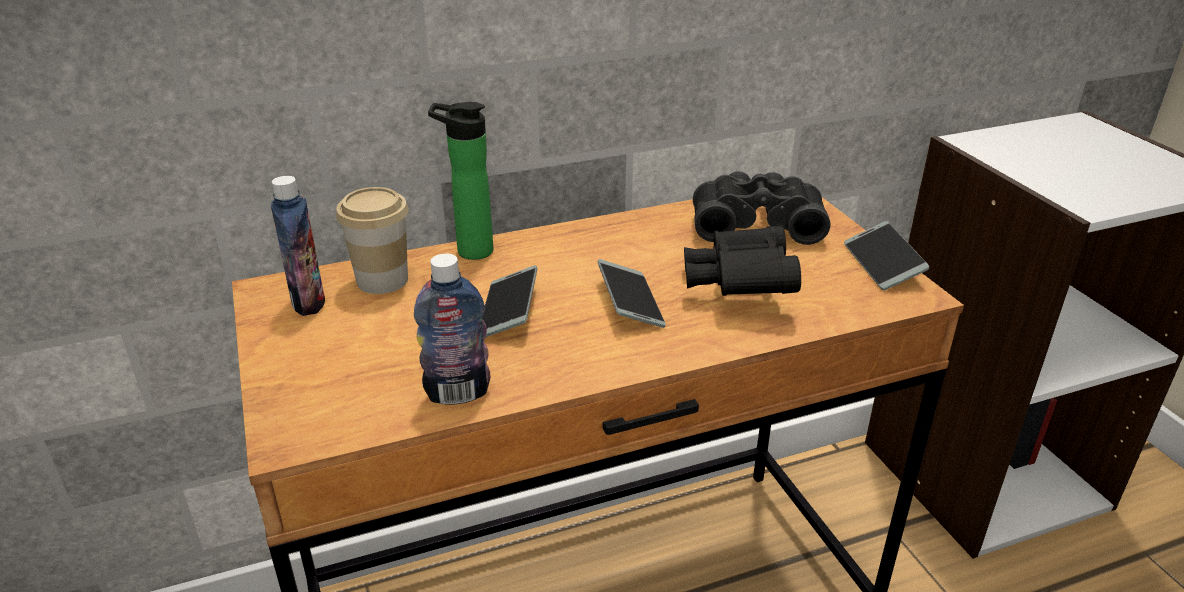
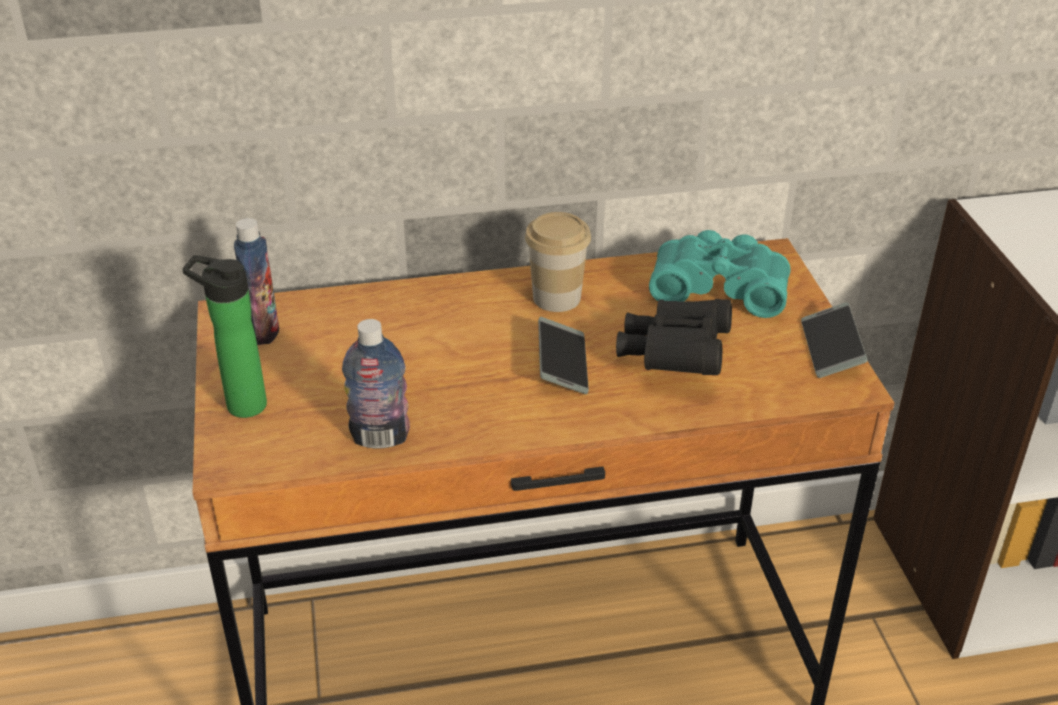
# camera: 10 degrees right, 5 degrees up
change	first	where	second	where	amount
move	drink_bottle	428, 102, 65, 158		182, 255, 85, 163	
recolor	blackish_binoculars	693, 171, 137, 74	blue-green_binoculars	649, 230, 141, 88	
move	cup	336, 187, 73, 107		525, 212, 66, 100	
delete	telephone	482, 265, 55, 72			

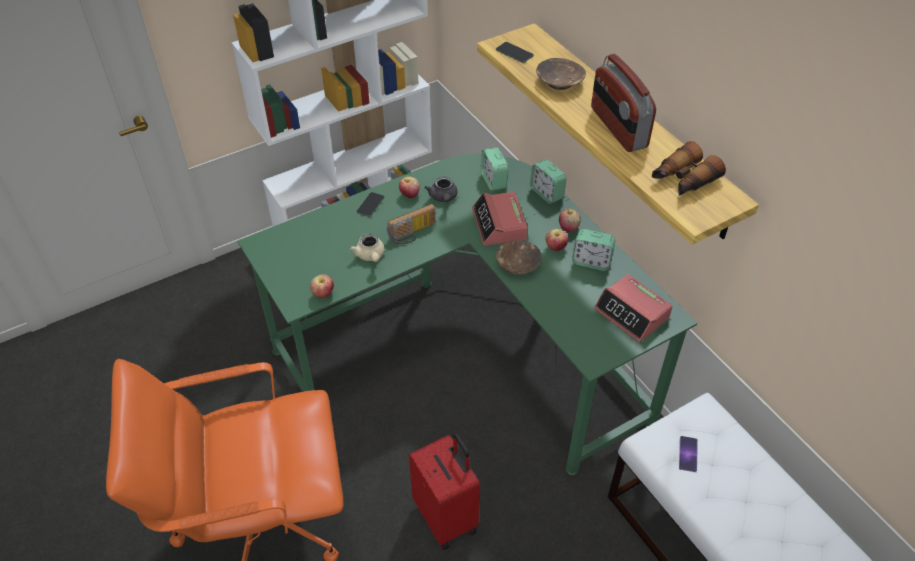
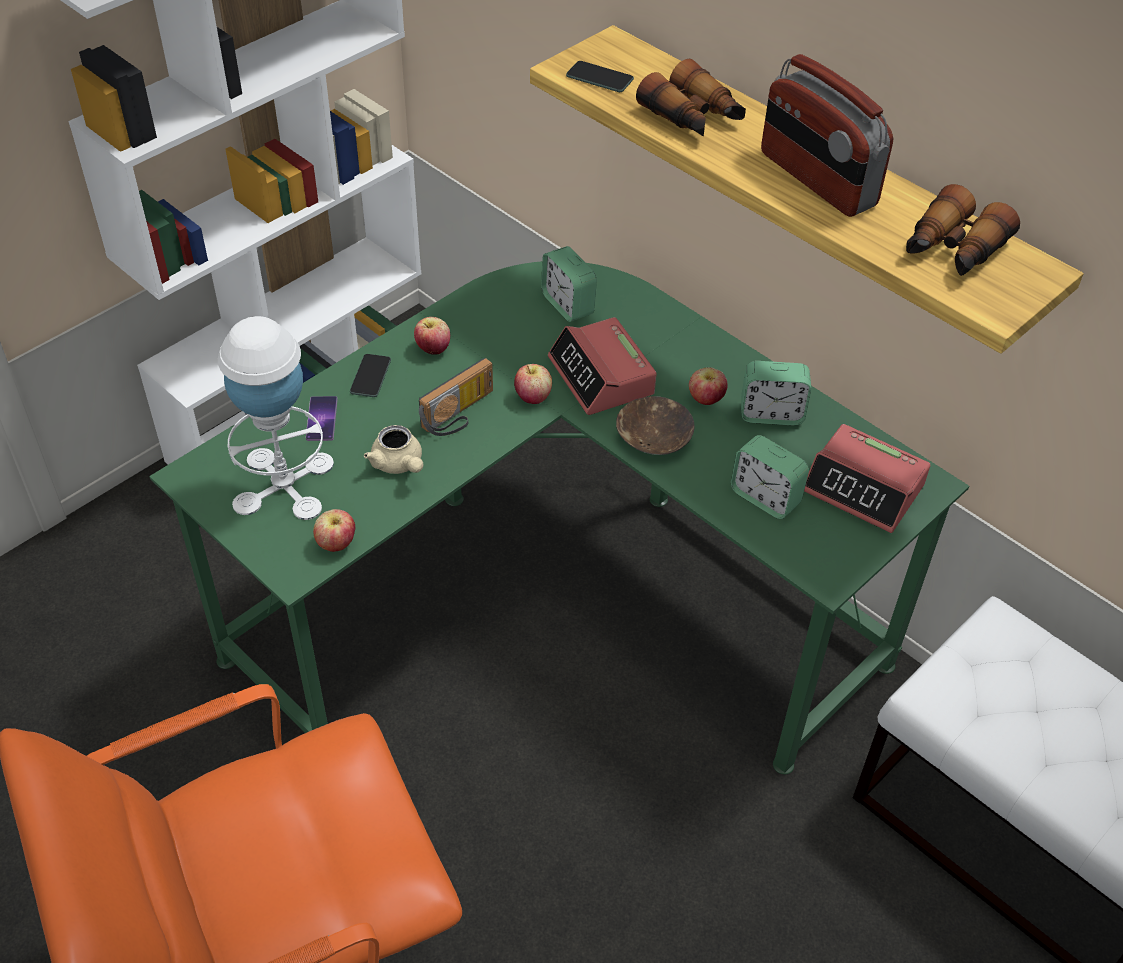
# camera: 15 degrees left, 0 degrees up
change	first	where	second	where	amount
replace	brownish_serving_bowl	536, 58, 50, 32	binoculars	636, 59, 110, 78	
move	table_clock	530, 159, 37, 45		731, 435, 78, 84	
delete	grey_tea_pot	425, 177, 33, 25			
move	apple	559, 209, 22, 23		514, 364, 38, 40	
delete	red_travel_case	409, 433, 71, 117			
move	telephone	679, 436, 19, 36		306, 396, 31, 45	
insert			white-coloured_table_lamp	218, 316, 116, 204	

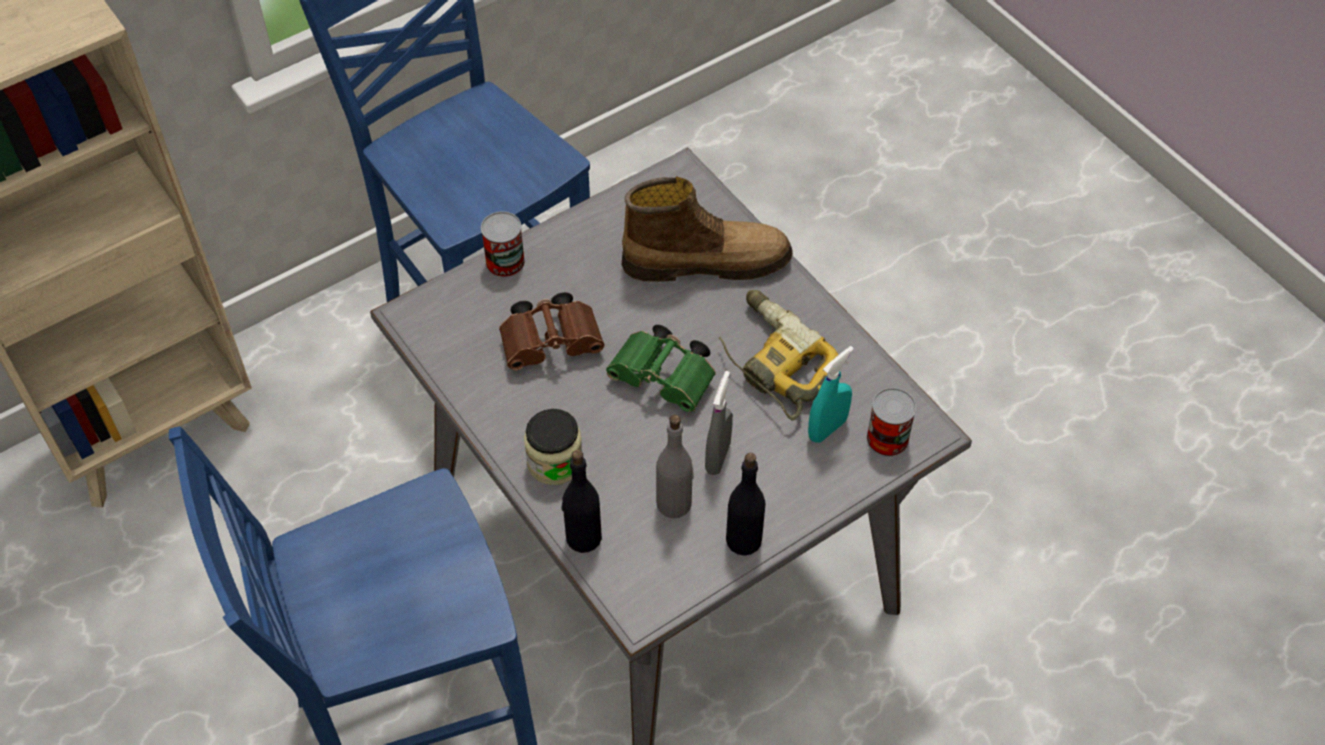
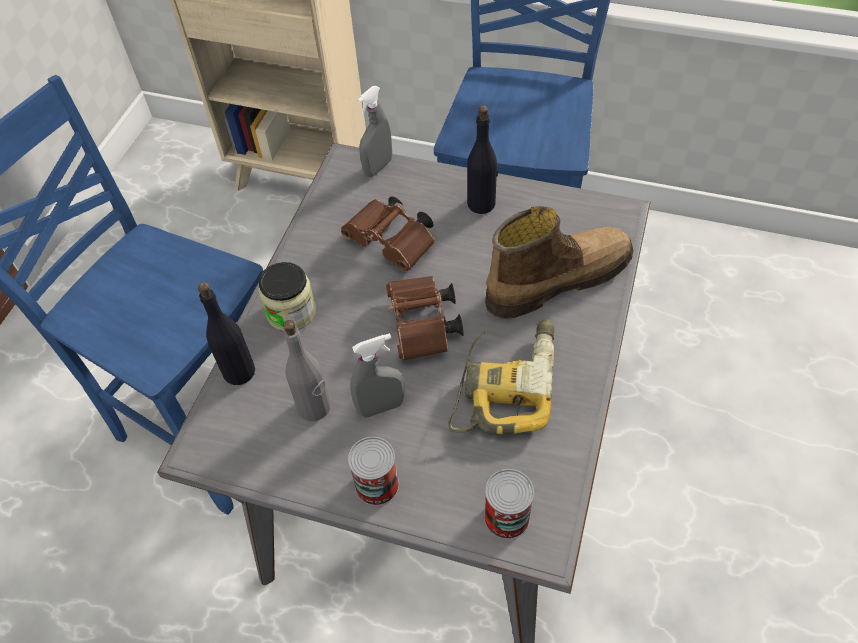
# camera: 55 degrees right, 0 degrees up
change	first	where	second	where	amount
rotate	high-top_boot	622, 176, 171, 106		485, 206, 148, 113	75 degrees counterclockwise
move	metal_can	481, 211, 44, 67		348, 437, 51, 69	
recolor	green_binoculars	606, 325, 110, 87	brownish_binoculars	386, 276, 78, 85	
delete	blue-green_sprayer	808, 346, 46, 97			
move	blackish_drink_bottle	726, 453, 39, 103		467, 105, 31, 109	
insert			grey_sprayer	357, 86, 35, 91	

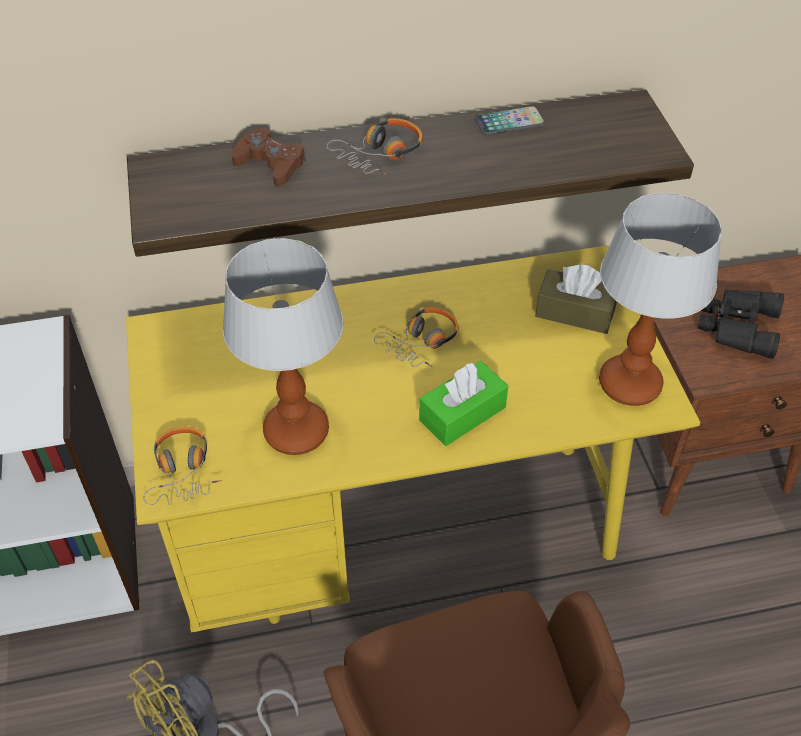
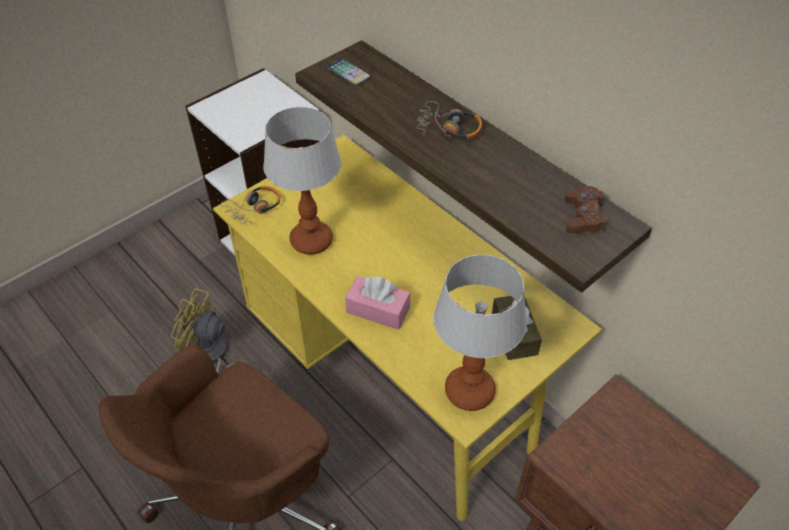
# camera: 60 degrees right, 0 degrees up
change	first	where	second	where	amount
move	telephone	475, 106, 70, 29		327, 58, 44, 28	
move	brownish_game_controller	231, 128, 75, 59		565, 186, 42, 48	
delete	blackish_binoculars	698, 289, 86, 70			
delete	headphones	374, 307, 85, 60			
recolor	green_tissue_holder	419, 361, 89, 85	pinkish_tissue_holder	345, 276, 65, 54	

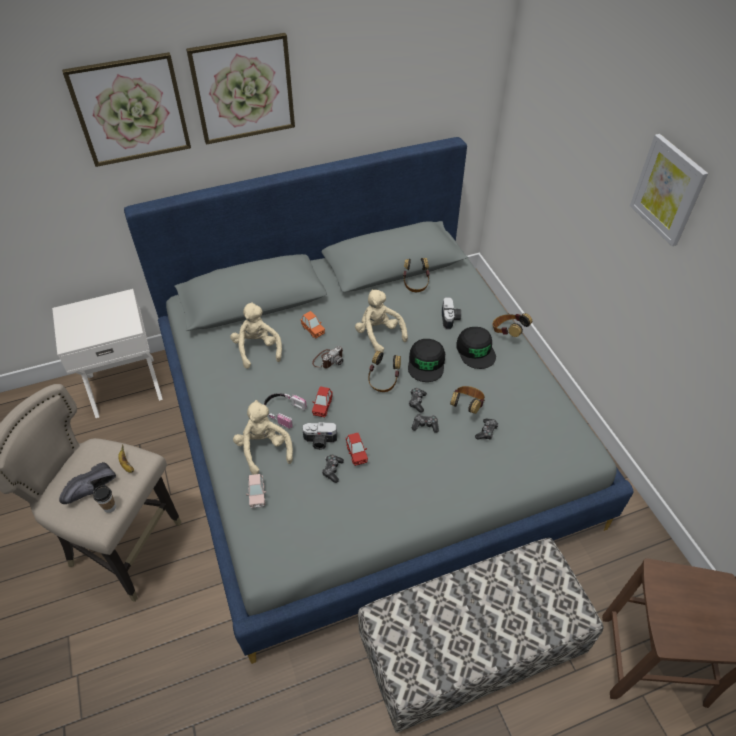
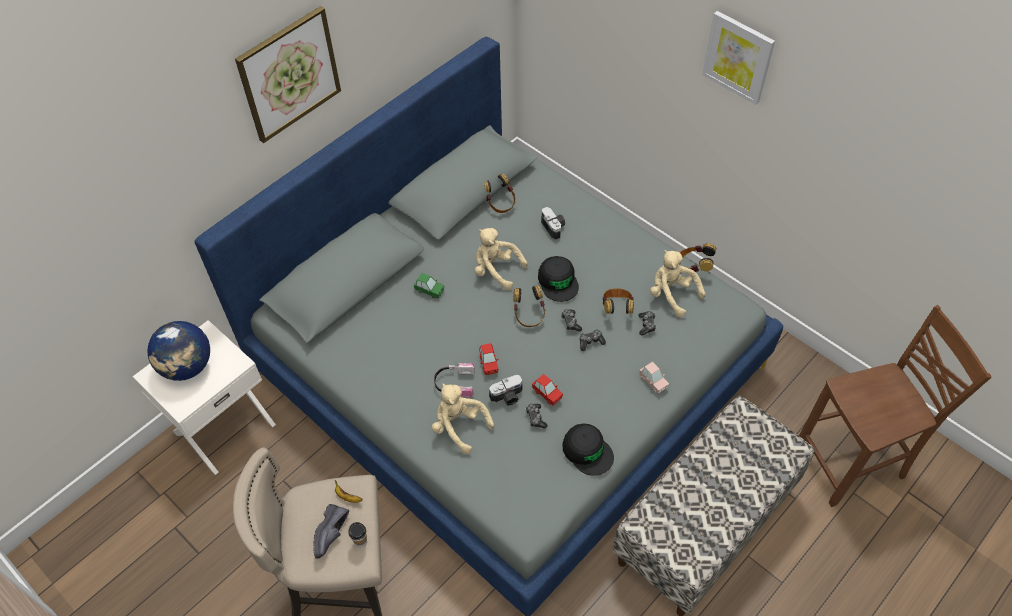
# camera: 25 degrees left, 5 degrees up
change	first	where	second	where	amount
delete	picture	62, 52, 129, 115			
move	beige-coloured_soft_toy	230, 302, 52, 67		650, 250, 56, 67	
recolor	orangey_miniature_car	301, 311, 24, 27	green_miniature_car	414, 273, 30, 26	
move	headphones	493, 313, 39, 24		679, 243, 37, 29	
move	blackish_cap	456, 327, 40, 42		562, 424, 52, 52	
delete	photo_camera	312, 346, 31, 23			
move	pinkish_miniature_car	246, 474, 20, 34		639, 362, 30, 32	
insert			desk_globe	147, 321, 63, 60	

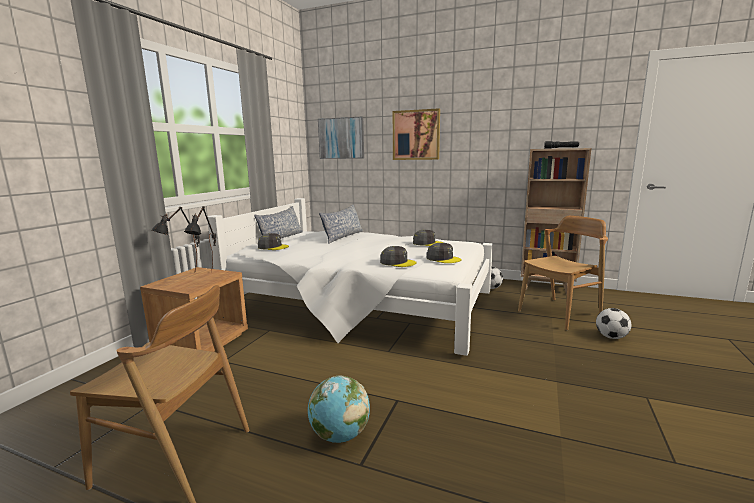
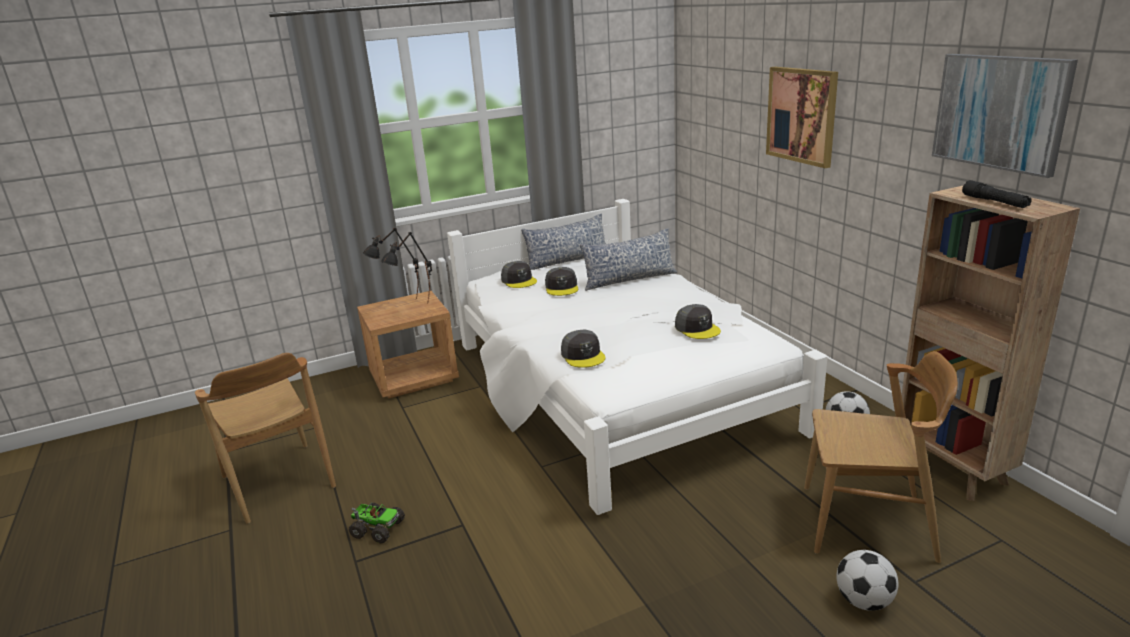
# camera: 45 degrees right, 10 degrees up
change	first	where	second	where	amount
move	picture	318, 117, 46, 42		932, 54, 146, 124	
move	grey_cap	426, 243, 36, 20		545, 267, 33, 29	
replace	desk_globe	308, 376, 62, 67	toy_truck	349, 502, 56, 42	

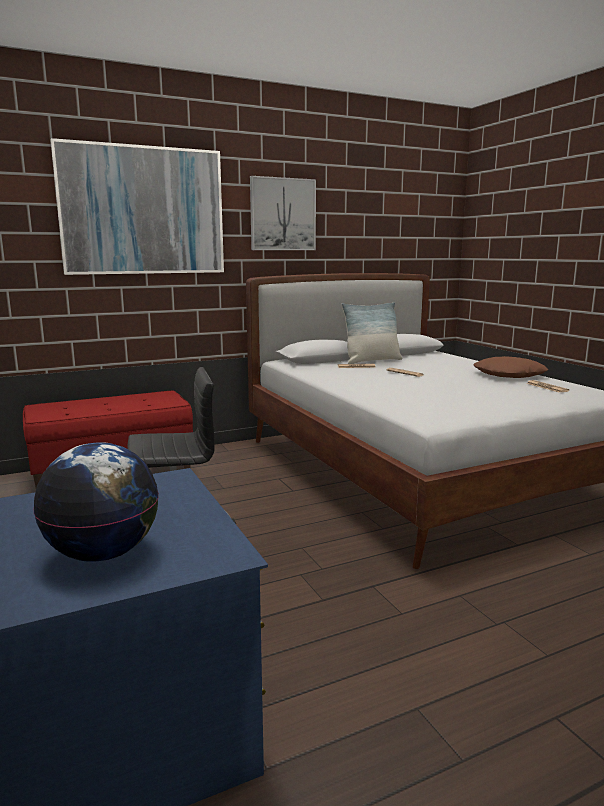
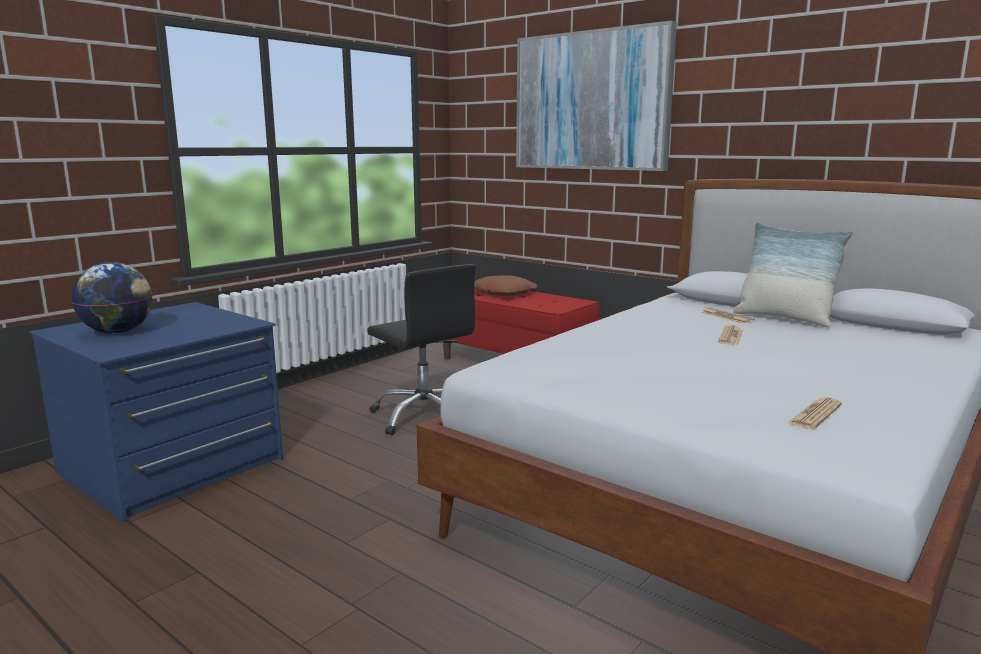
# camera: 65 degrees right, 0 degrees up
change	first	where	second	where	amount
delete	picture	250, 176, 66, 74			
move	brownish_throw_pillow	473, 356, 75, 22		474, 275, 64, 21	

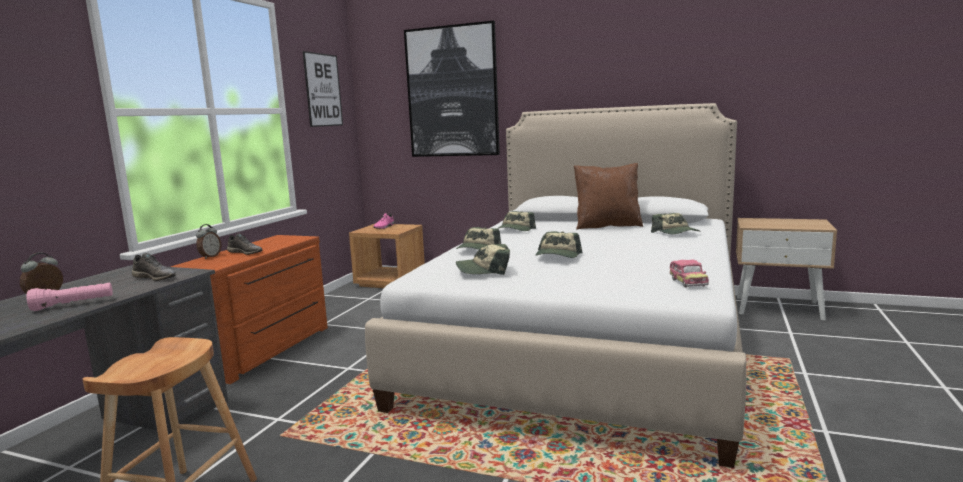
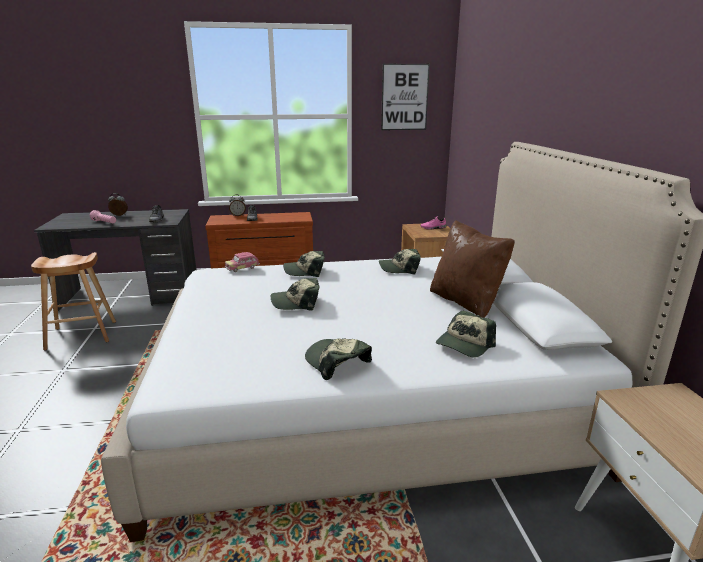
# camera: 60 degrees right, 10 degrees up
change	first	where	second	where	amount
delete	picture	404, 21, 96, 136			
move	cap	456, 244, 54, 31		305, 338, 67, 42	
move	miniature_car	669, 259, 40, 29		225, 252, 35, 20	

